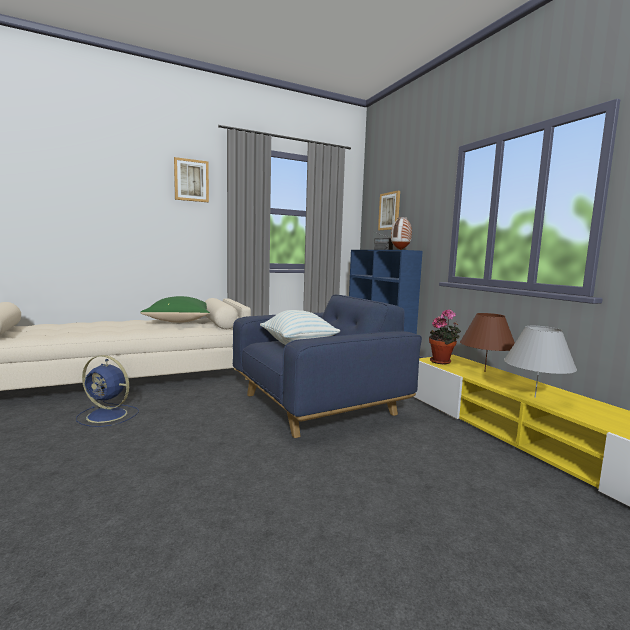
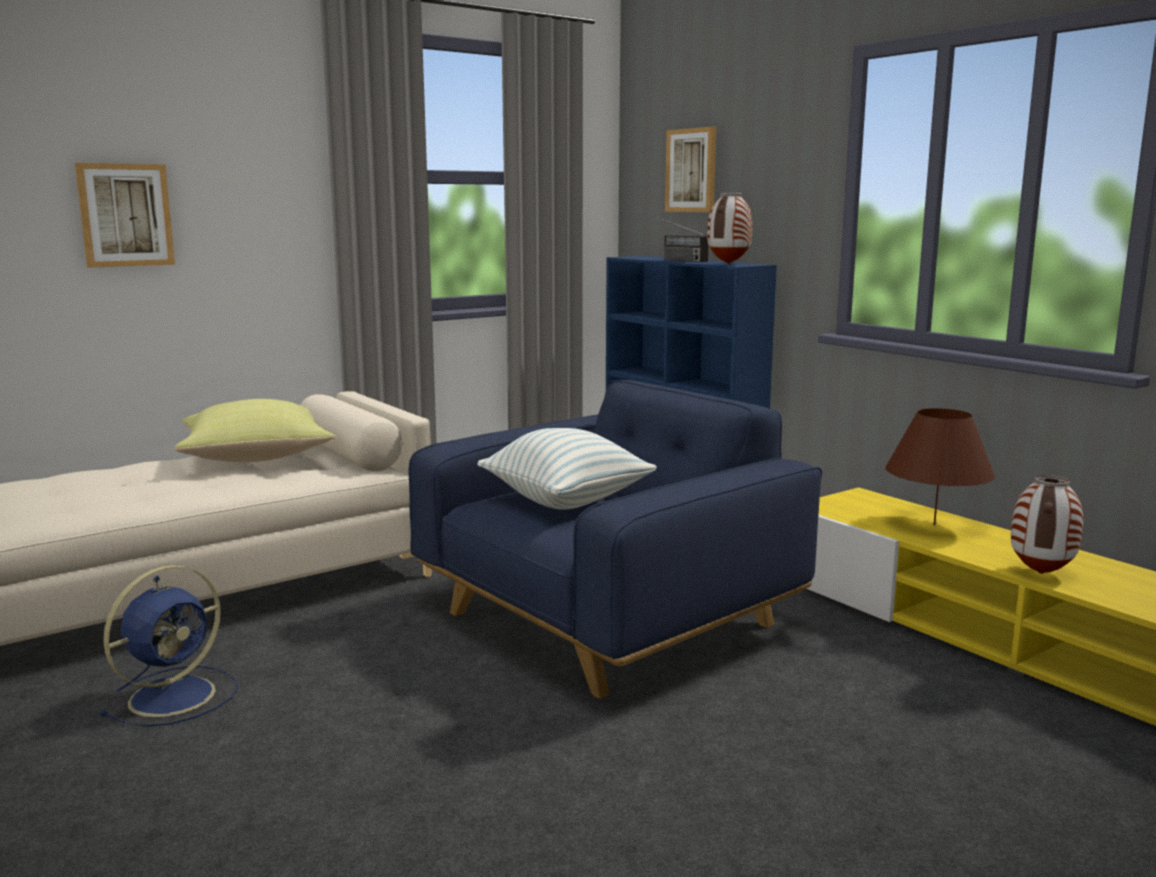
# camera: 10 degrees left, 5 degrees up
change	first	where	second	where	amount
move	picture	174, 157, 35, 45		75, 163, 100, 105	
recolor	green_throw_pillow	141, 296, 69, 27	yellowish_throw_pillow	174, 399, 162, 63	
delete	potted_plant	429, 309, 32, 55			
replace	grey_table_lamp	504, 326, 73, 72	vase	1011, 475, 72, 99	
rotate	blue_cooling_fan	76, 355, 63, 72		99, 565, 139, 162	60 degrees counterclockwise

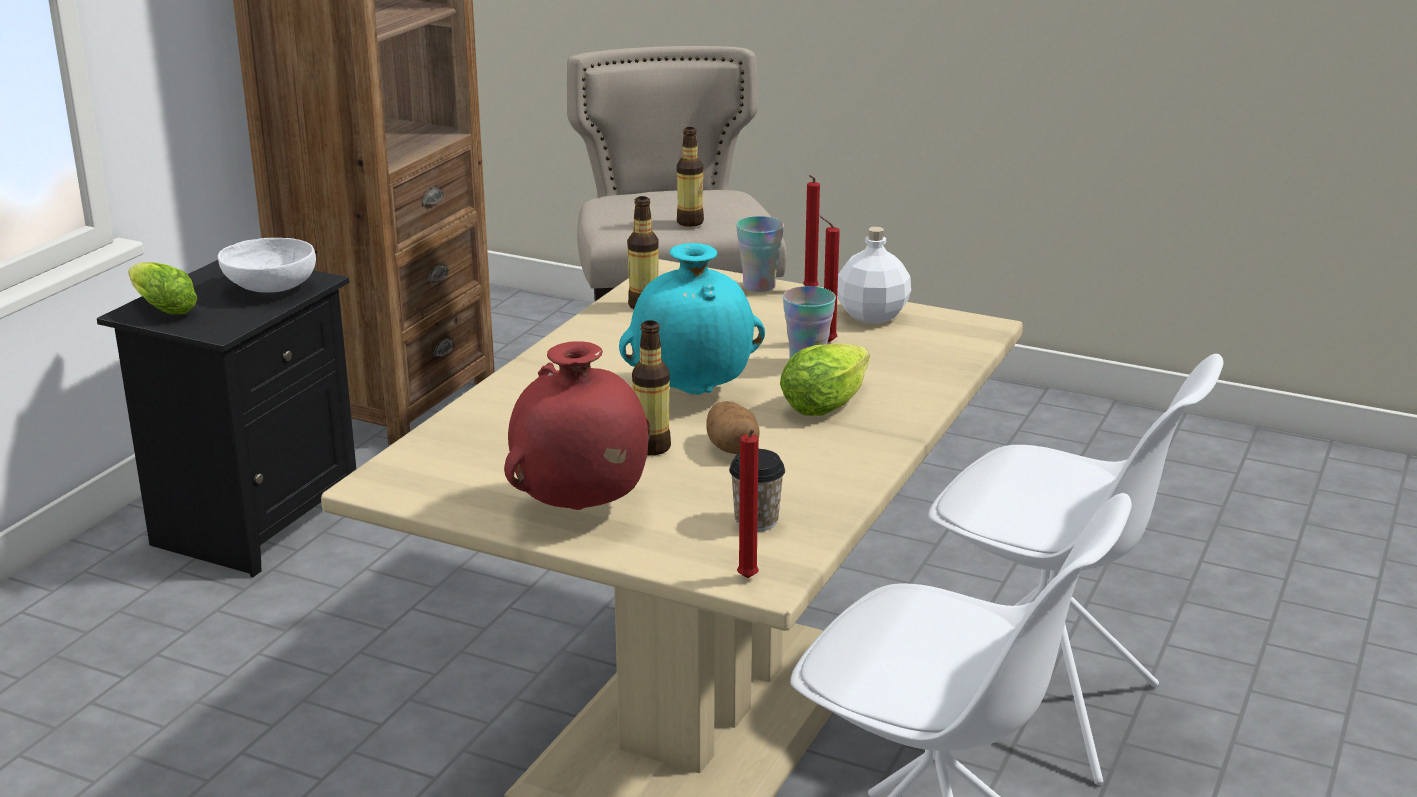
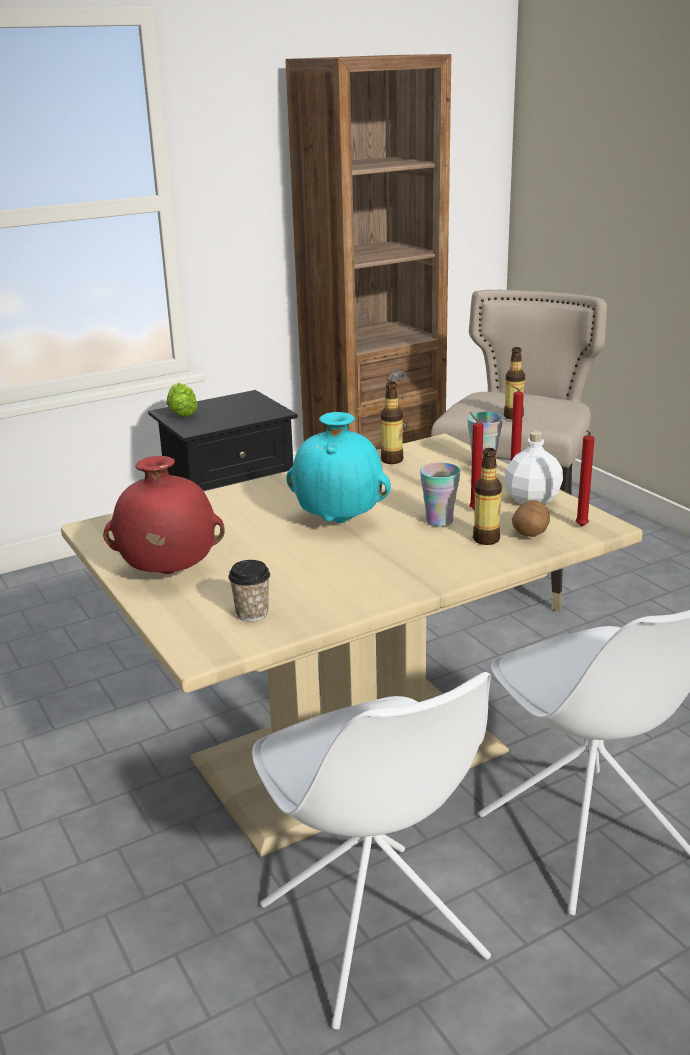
# camera: 35 degrees right, 0 degrees up
change	first	where	second	where	amount
delete	white-coloured_serving_bowl	218, 238, 98, 55			
move	drink_bottle	632, 320, 39, 135		473, 448, 29, 97	
delete	lettuce_head	780, 343, 90, 73			
move	spud	706, 401, 53, 53		512, 500, 38, 37	
move	red_wax_candle	737, 429, 22, 149		576, 430, 19, 96	

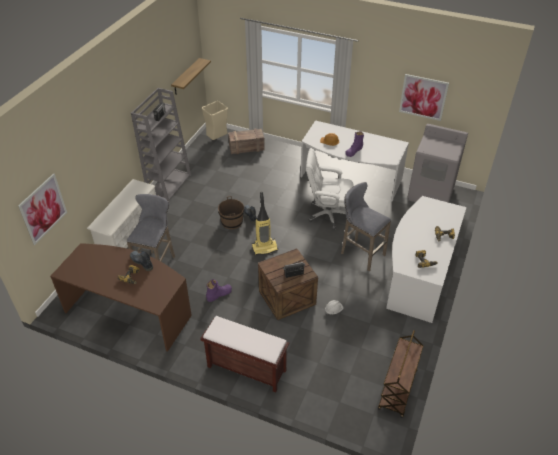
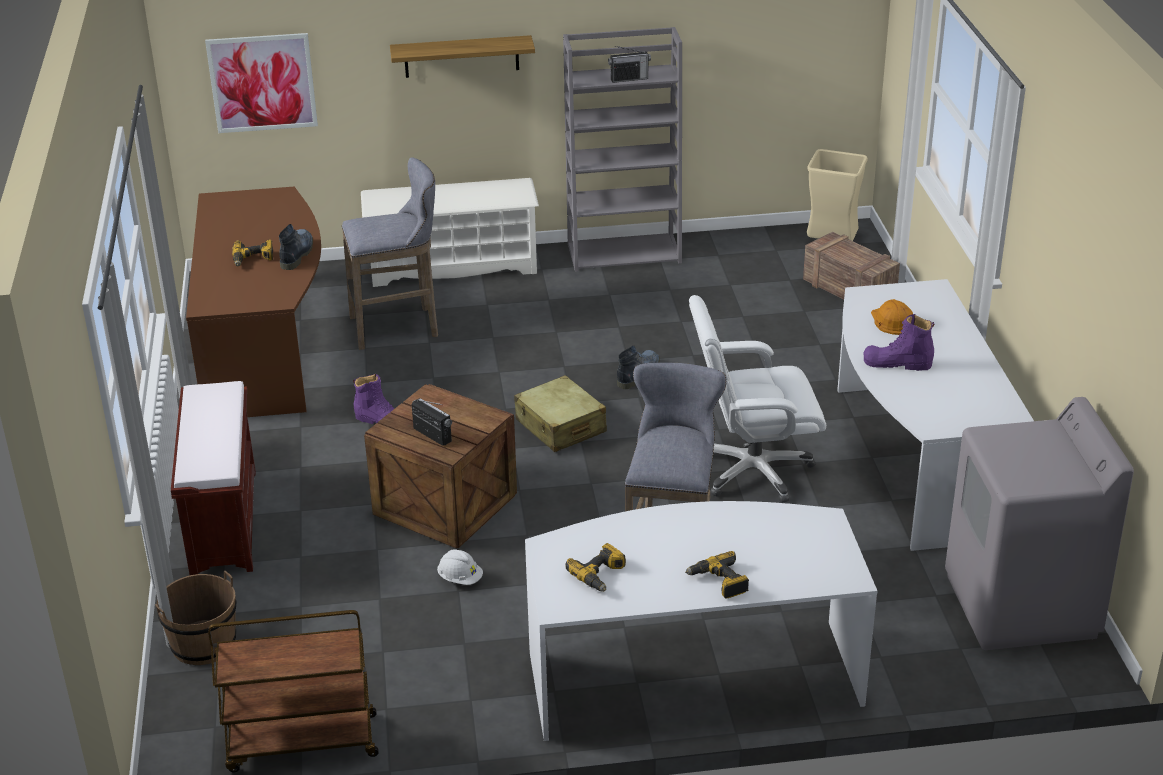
# camera: 60 degrees right, 10 degrees down
change	first	where	second	where	amount
move	wall_shelf	171, 58, 40, 36		390, 35, 145, 43	
delete	picture	399, 74, 50, 47			
rotate	white-coloured_office_chair	306, 148, 48, 82		689, 295, 137, 208	75 degrees counterclockwise
replace	hoover	252, 192, 26, 63	beige-coloured_travel_case	514, 375, 93, 77	
move	brownish_water_bucket	218, 196, 26, 33		155, 571, 81, 94	

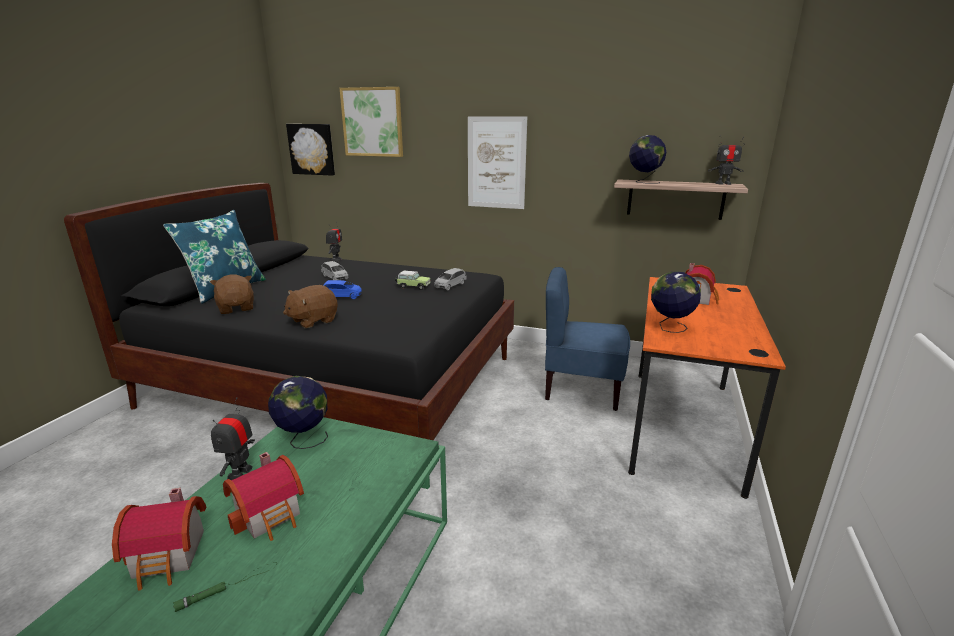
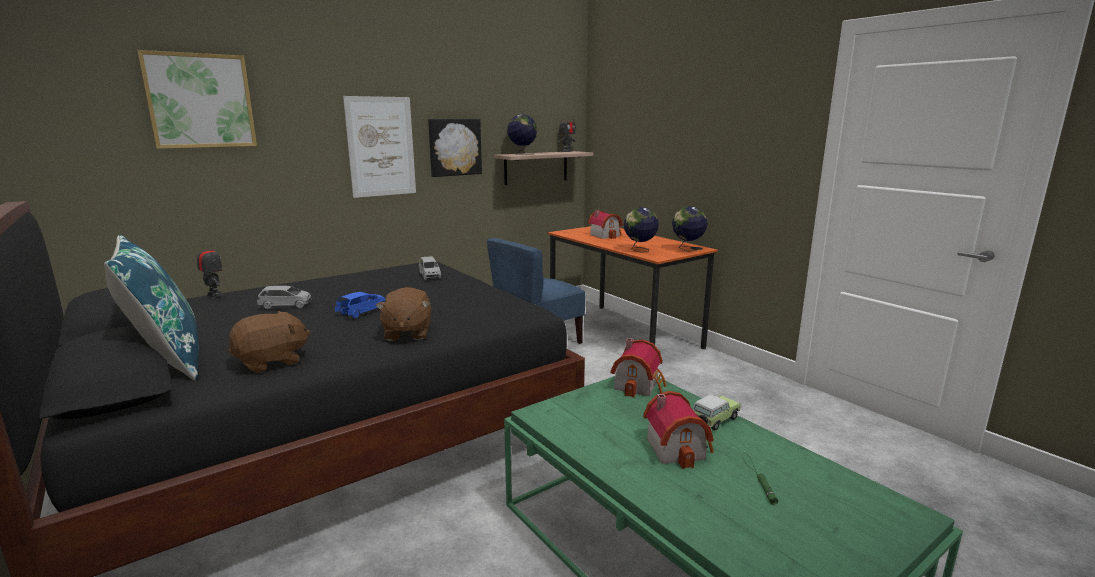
# camera: 55 degrees left, 5 degrees down
change	first	where	second	where	amount
move	picture	286, 124, 49, 52		428, 119, 54, 58	
move	miniature_car	395, 271, 36, 19		693, 394, 48, 36	
rotate	brownish_soft_toy	210, 275, 44, 39		228, 311, 82, 62	135 degrees clockwise
move	desk_globe	268, 376, 60, 73		672, 206, 35, 45	
delete	toy_robot	211, 397, 44, 83			
move	miniature_house	112, 488, 94, 103		610, 338, 57, 60	

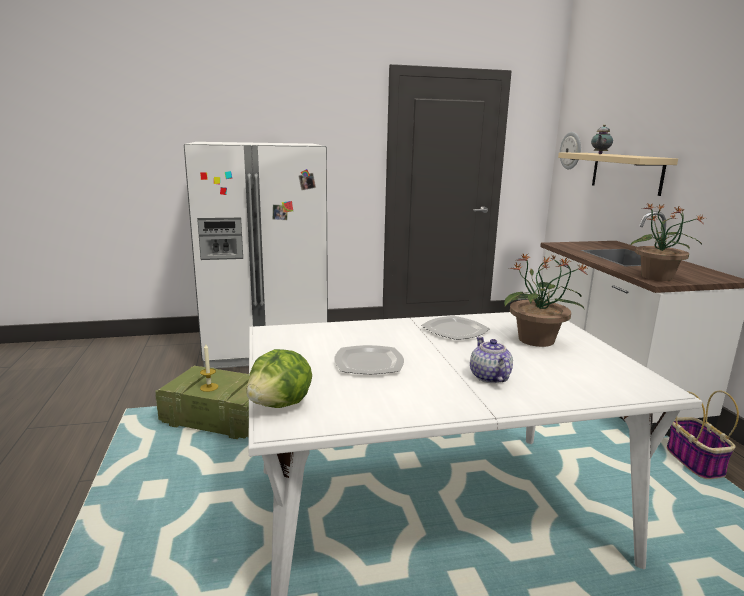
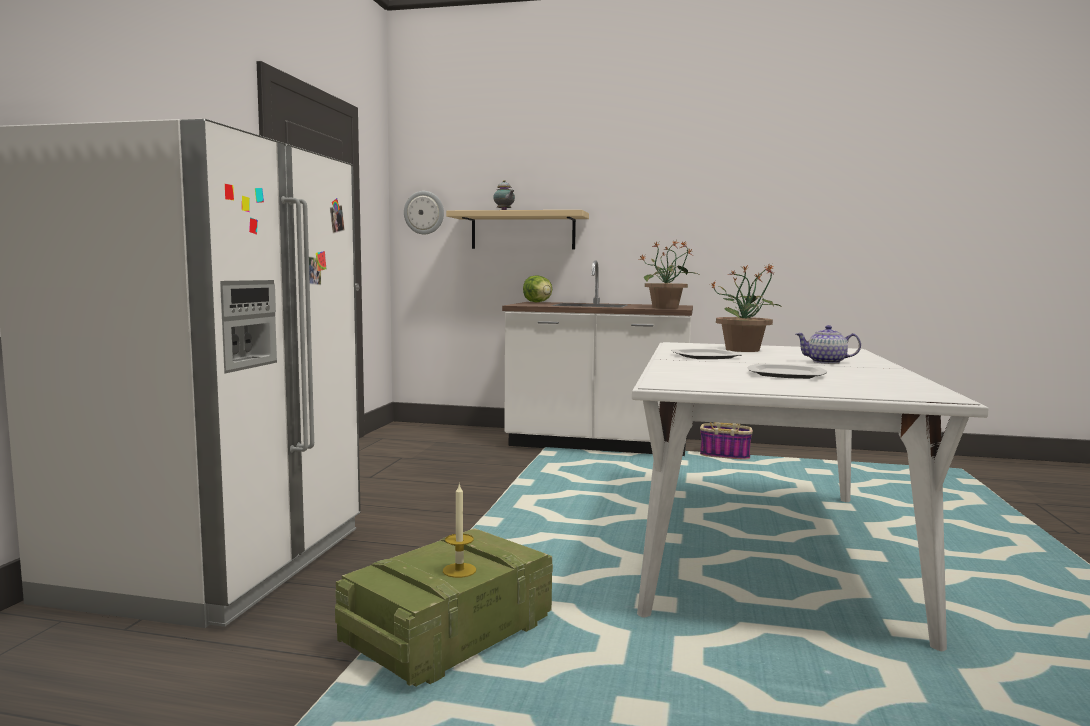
# camera: 65 degrees left, 10 degrees down
change	first	where	second	where	amount
move	lettuce_head	246, 349, 66, 59		523, 275, 29, 27	

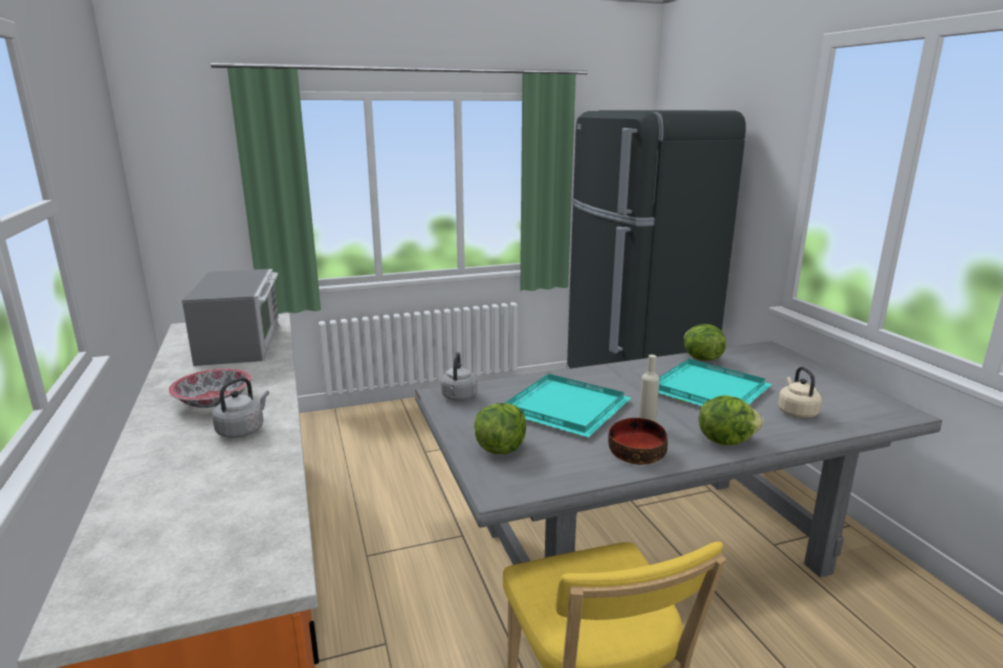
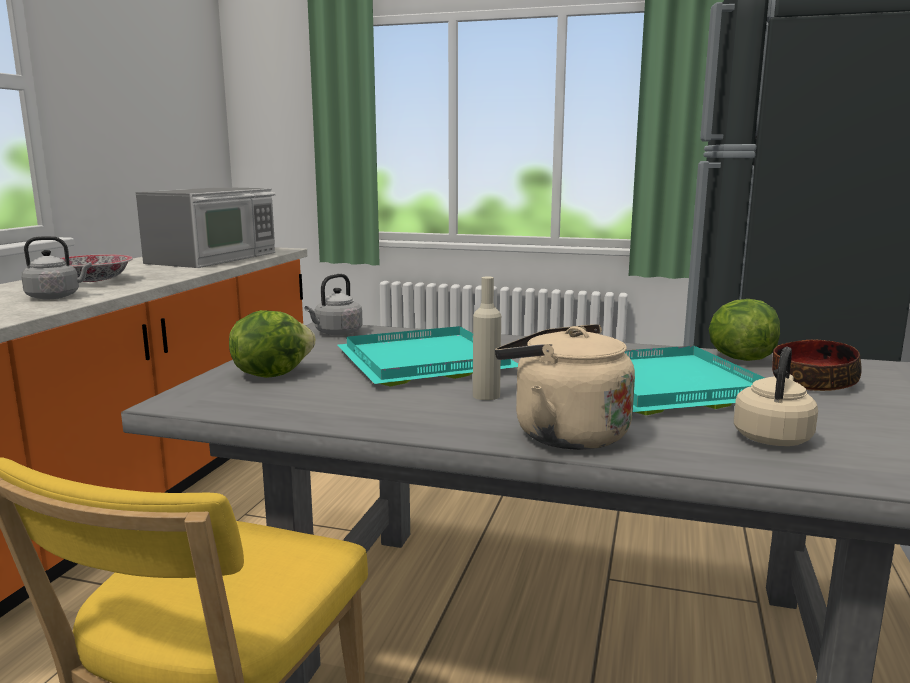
# camera: 35 degrees right, 5 degrees down
change	first	where	second	where	amount
replace	lettuce_head	699, 395, 64, 50	beige-coloured_water_kettle	495, 324, 140, 126	
move	serving_bowl	608, 418, 60, 47		772, 340, 90, 51	

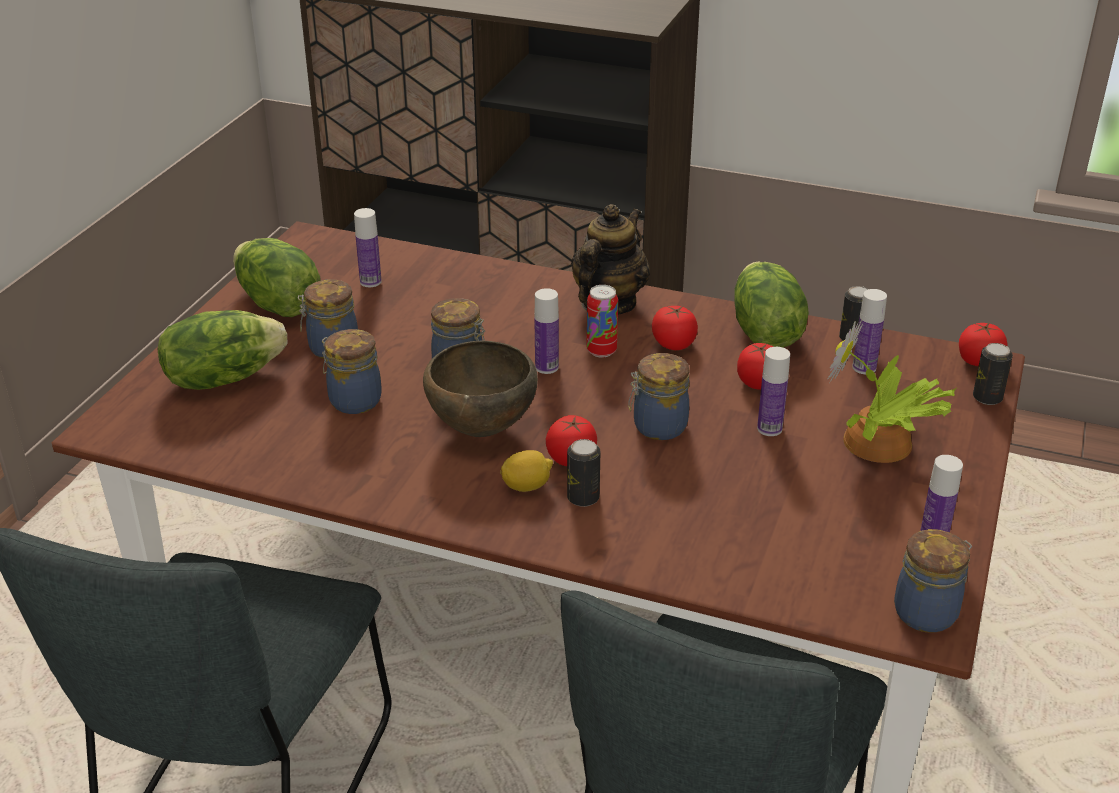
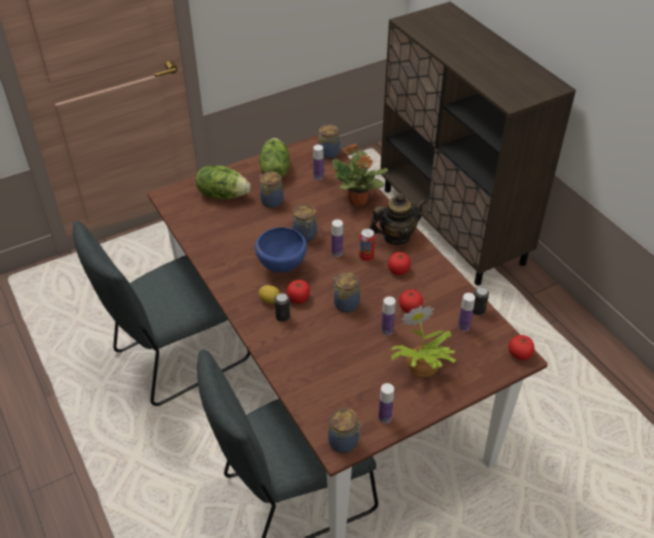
# camera: 40 degrees right, 10 degrees up
change	first	where	second	where	amount
delete	lettuce_head	734, 261, 75, 87			
move	storage_jar	322, 329, 60, 85		318, 124, 22, 35	
recolor	brownish_serving_bowl	423, 341, 115, 96	blue_serving_bowl	255, 227, 52, 46	
delete	metal_can	973, 343, 40, 62			
insert			potted_plant	332, 144, 56, 62	

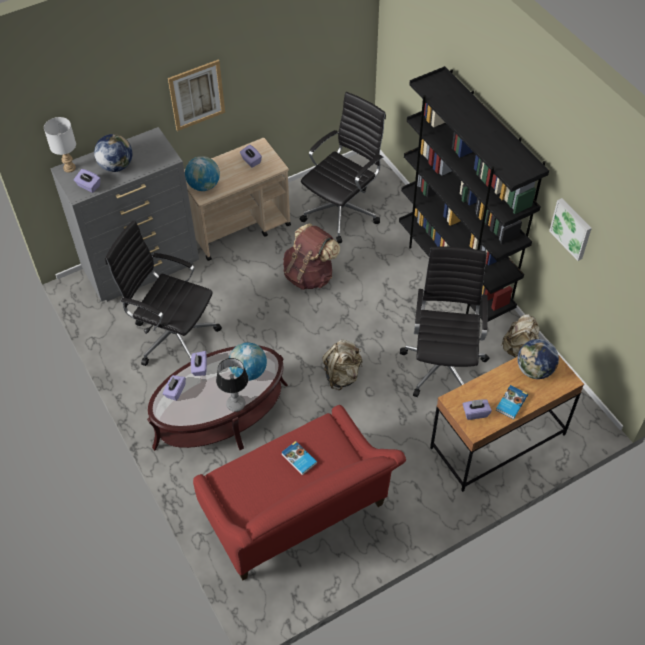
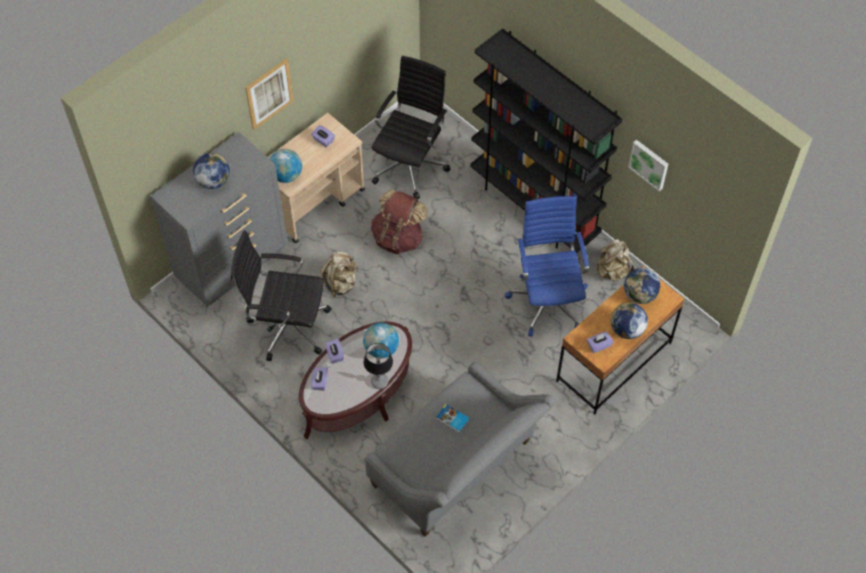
# camera: 15 degrees left, 5 degrees up
change	first	where	second	where	amount
delete	white-coloured_table_lamp	44, 117, 32, 56			
delete	purplish_tissue_holder	74, 169, 26, 24			
recolor	blackish_office_chair	400, 246, 90, 151	blue_office_chair	505, 196, 84, 141	
move	beige-coloured_knapsack	323, 340, 40, 50		320, 252, 38, 46	
replace	book	496, 385, 32, 34	desk_globe	611, 303, 37, 36	
recolor	red_settee	193, 405, 213, 175	grey_settee	365, 362, 191, 175	

